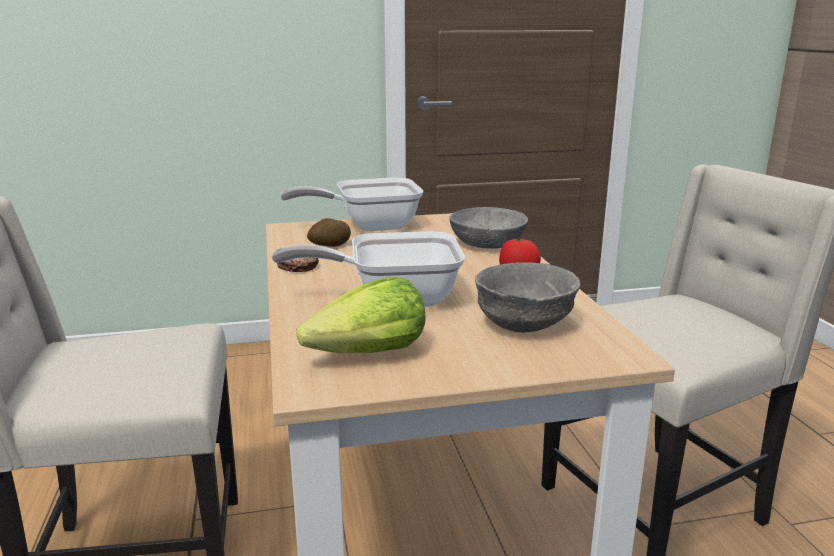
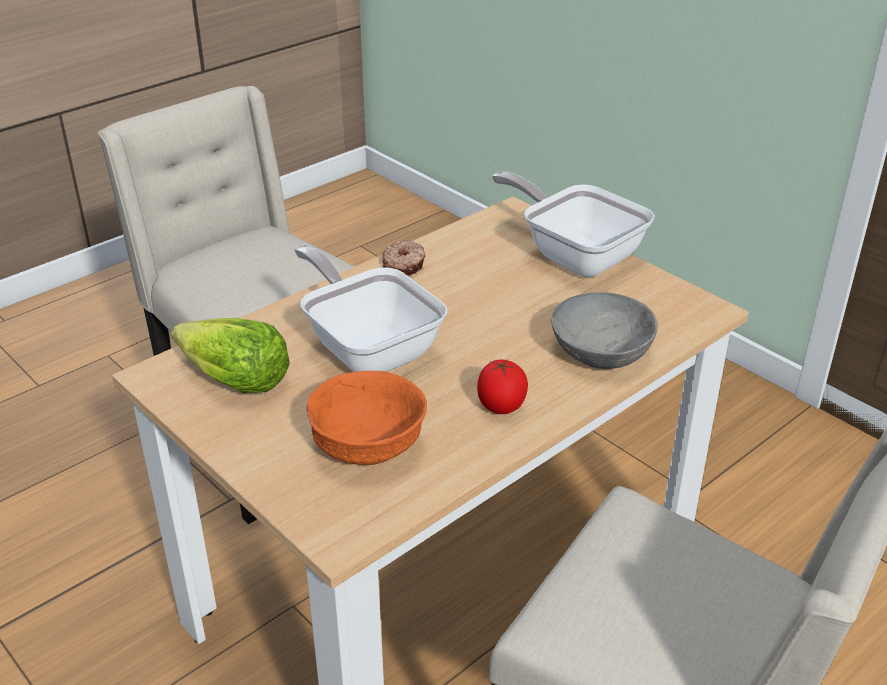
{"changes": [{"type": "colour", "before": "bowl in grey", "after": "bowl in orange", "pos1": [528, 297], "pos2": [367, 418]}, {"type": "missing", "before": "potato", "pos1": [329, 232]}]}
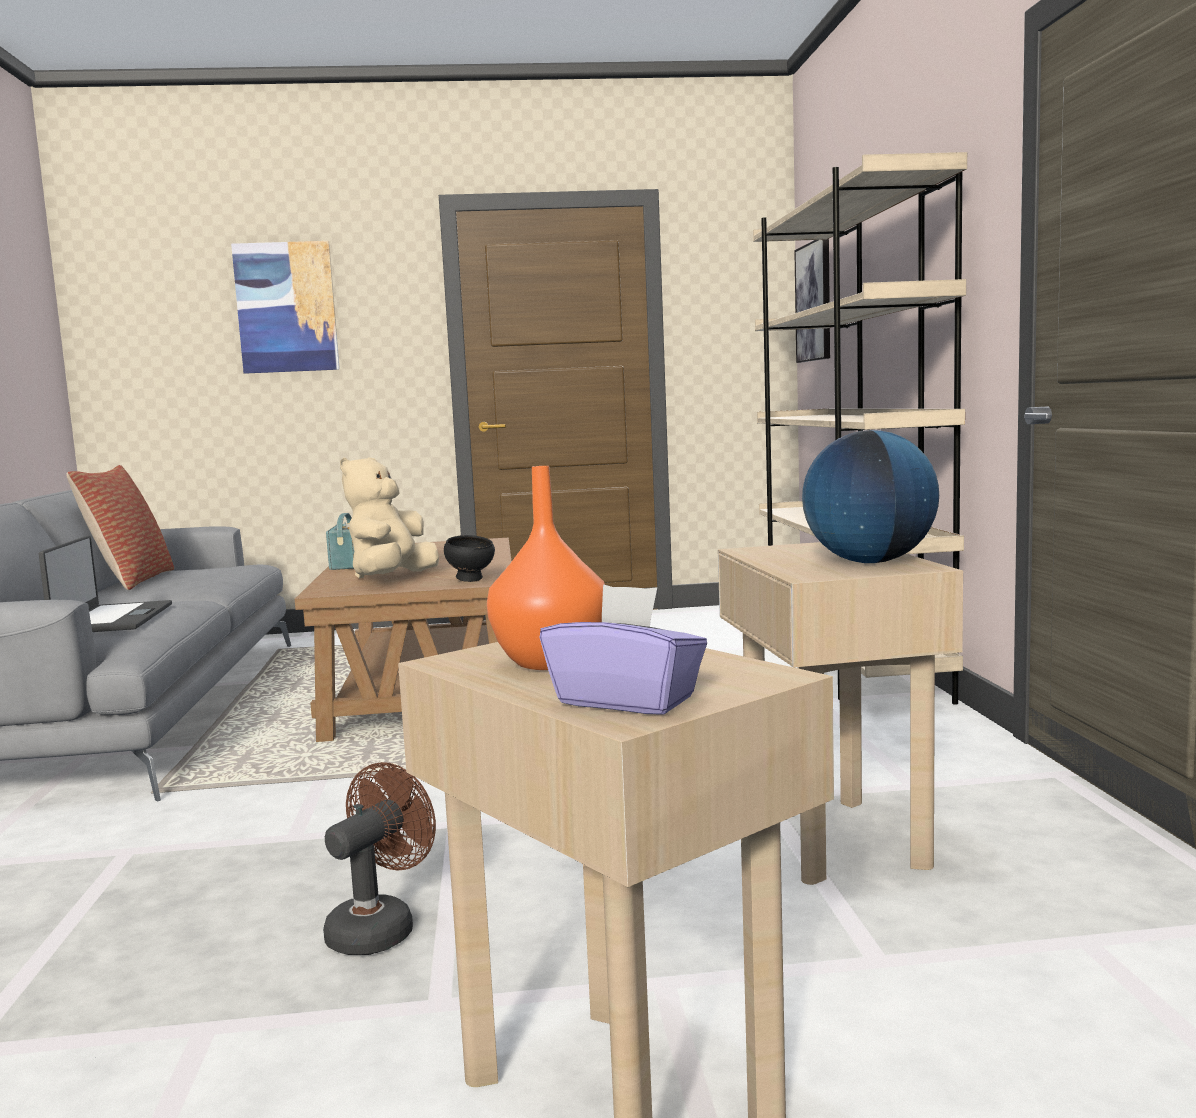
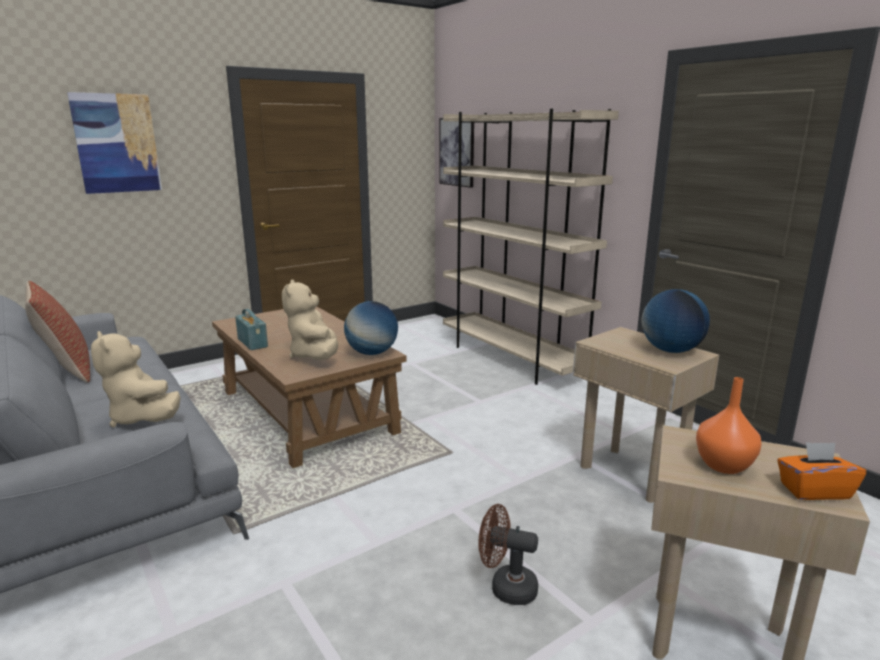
{"changes": [{"type": "exchanged", "before": "laptop", "after": "plush toy in beige", "pos1": [105, 583], "pos2": [136, 379]}, {"type": "exchanged", "before": "bowl in black", "after": "globe", "pos1": [469, 558], "pos2": [371, 328]}, {"type": "spun", "before": "fan in brown", "pos1": [379, 858], "pos2": [508, 554], "turn": -75}, {"type": "colour", "before": "tissue box in purple", "after": "tissue box in orange", "pos1": [623, 649], "pos2": [821, 471]}]}
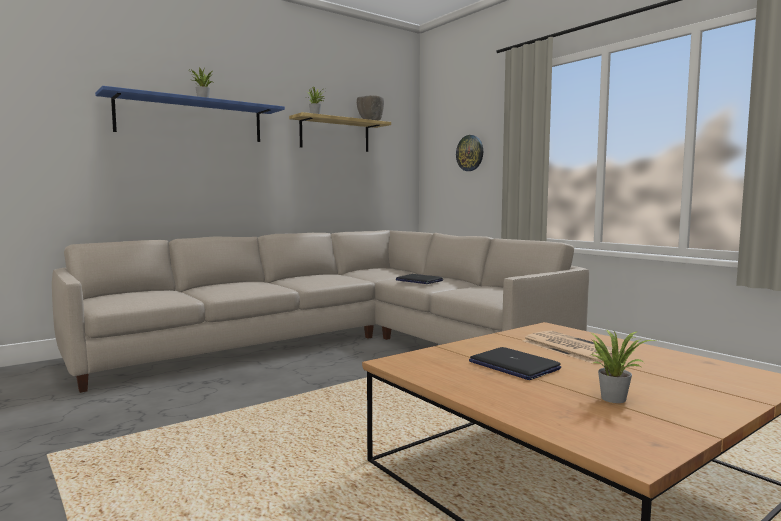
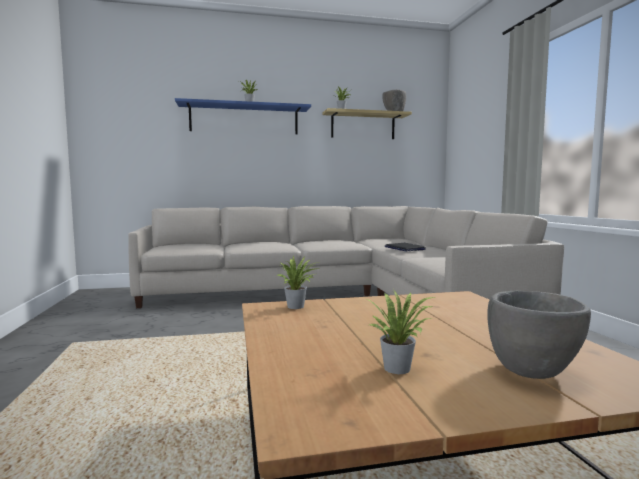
{"changes": [{"type": "appeared", "after": "potted plant", "pos2": [298, 282]}, {"type": "appeared", "after": "bowl in grey", "pos2": [539, 335]}, {"type": "missing", "before": "wall clock", "pos1": [469, 153]}, {"type": "missing", "before": "laptop", "pos1": [515, 363]}, {"type": "missing", "before": "newspaper", "pos1": [574, 347]}]}
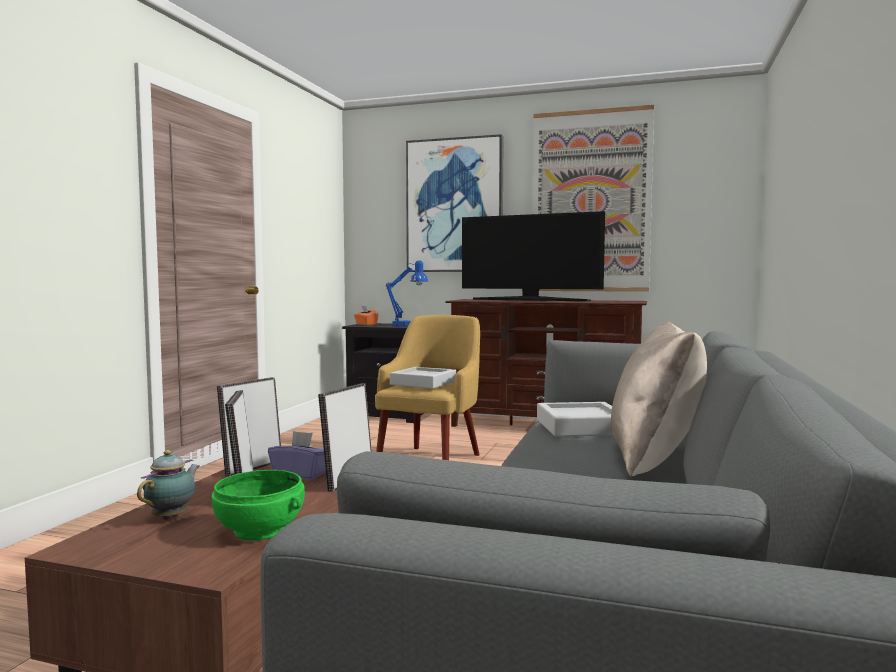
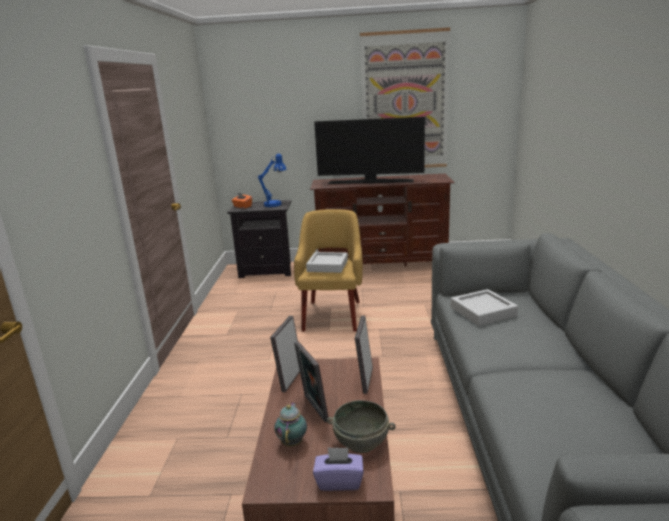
{"changes": [{"type": "relocated", "before": "tissue box in purple", "pos1": [297, 455], "pos2": [338, 469]}, {"type": "colour", "before": "bowl in green", "after": "bowl in grey", "pos1": [258, 505], "pos2": [361, 426]}, {"type": "missing", "before": "picture", "pos1": [455, 203]}, {"type": "missing", "before": "pillow in beige", "pos1": [659, 399]}]}
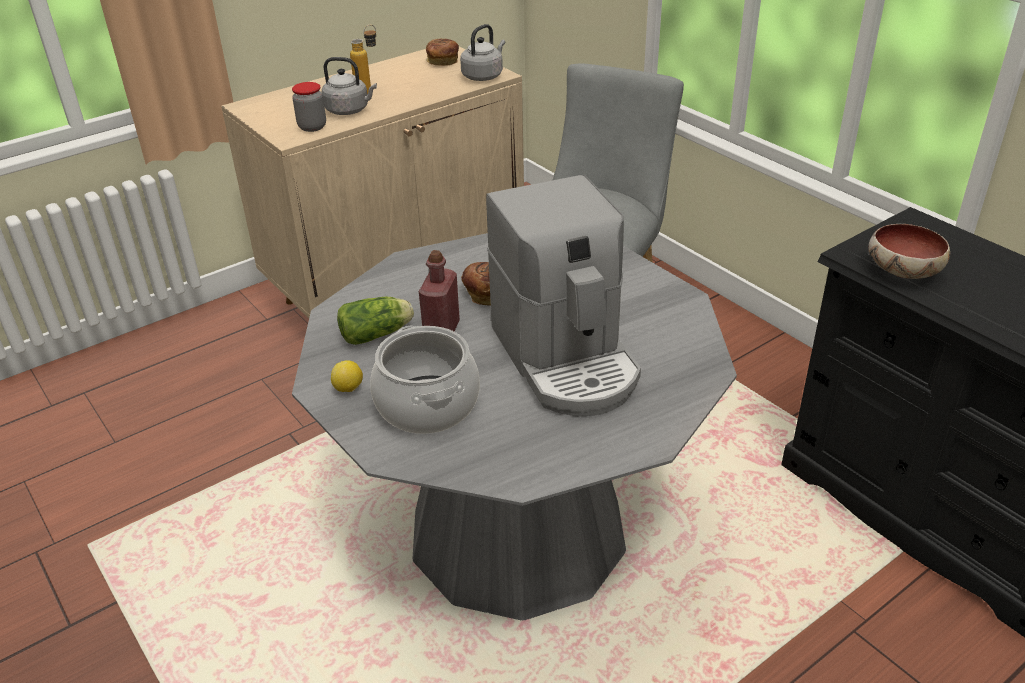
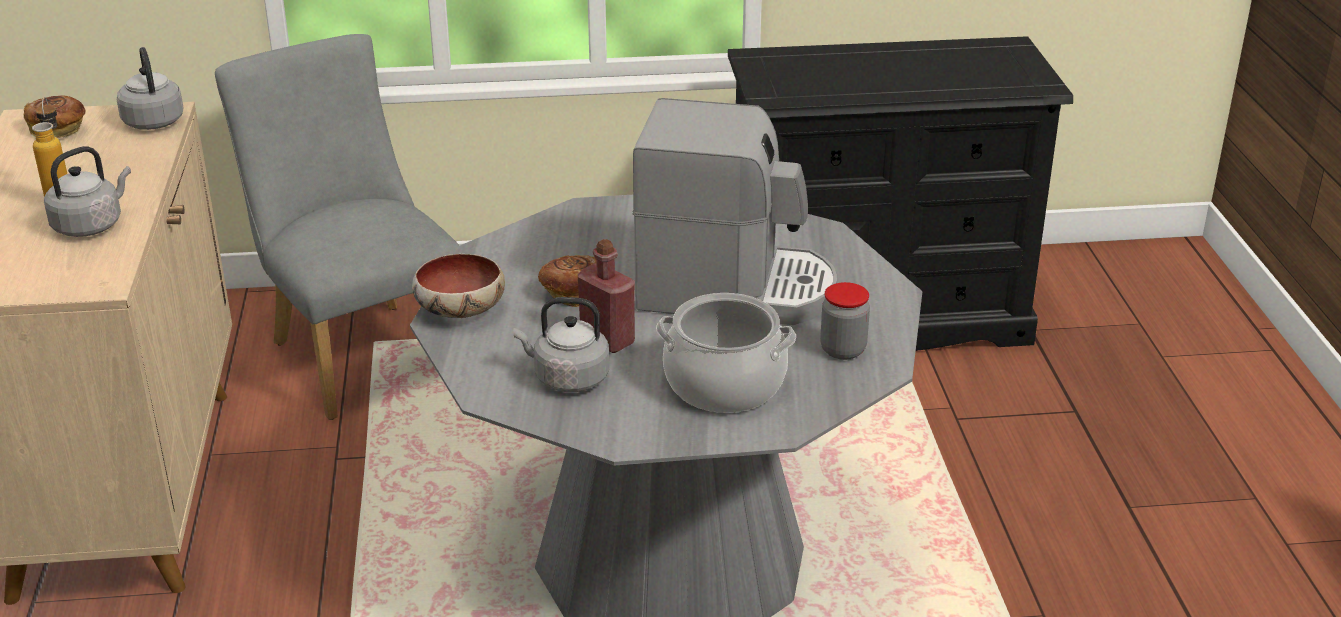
{"changes": [{"type": "relocated", "before": "bowl", "pos1": [909, 251], "pos2": [458, 286]}, {"type": "exchanged", "before": "lettuce", "after": "kettle in grey", "pos1": [375, 321], "pos2": [561, 344]}, {"type": "relocated", "before": "jar", "pos1": [309, 107], "pos2": [845, 321]}, {"type": "missing", "before": "lemon", "pos1": [347, 376]}]}
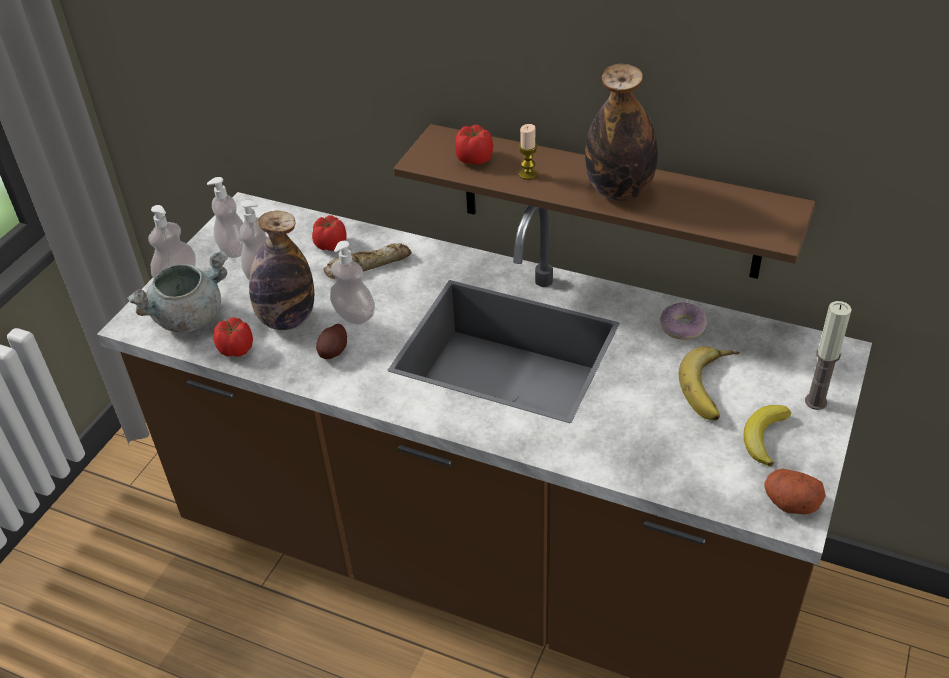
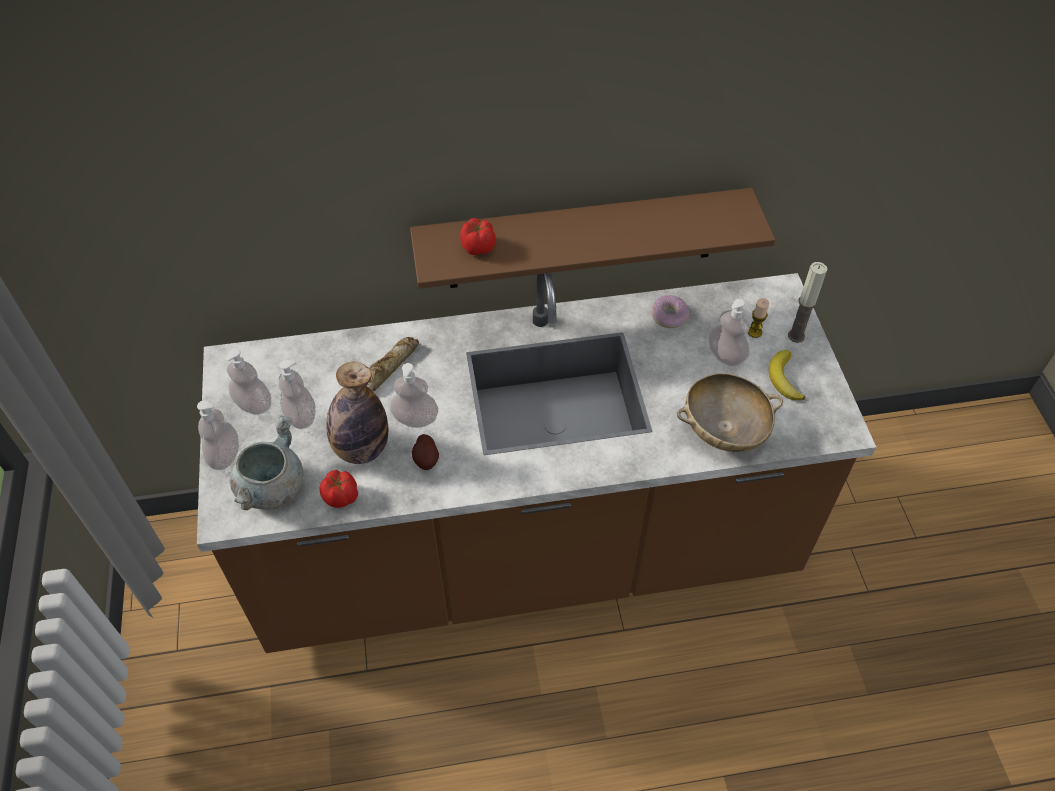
{"changes": [{"type": "appeared", "after": "bowl in beige", "pos2": [730, 412]}, {"type": "exchanged", "before": "banana", "after": "soap dispenser", "pos1": [709, 383], "pos2": [729, 332]}, {"type": "relocated", "before": "candle", "pos1": [528, 152], "pos2": [758, 318]}, {"type": "missing", "before": "tomato", "pos1": [329, 233]}, {"type": "missing", "before": "bottle", "pos1": [621, 132]}, {"type": "missing", "before": "potato", "pos1": [795, 491]}]}
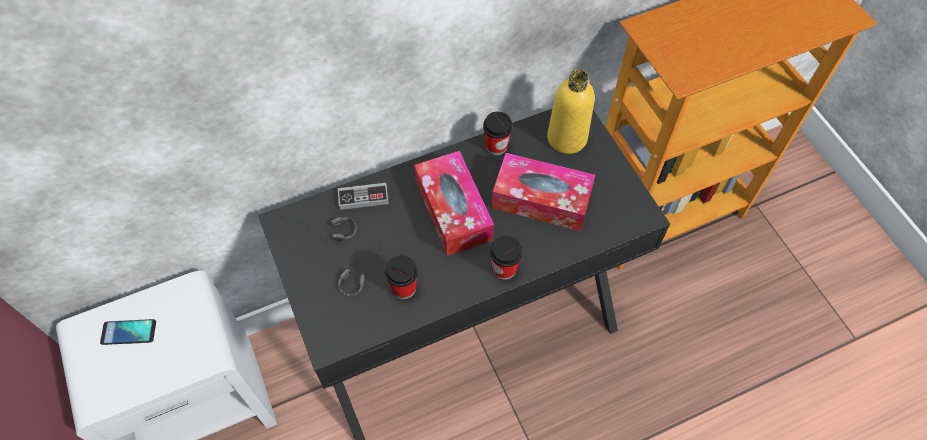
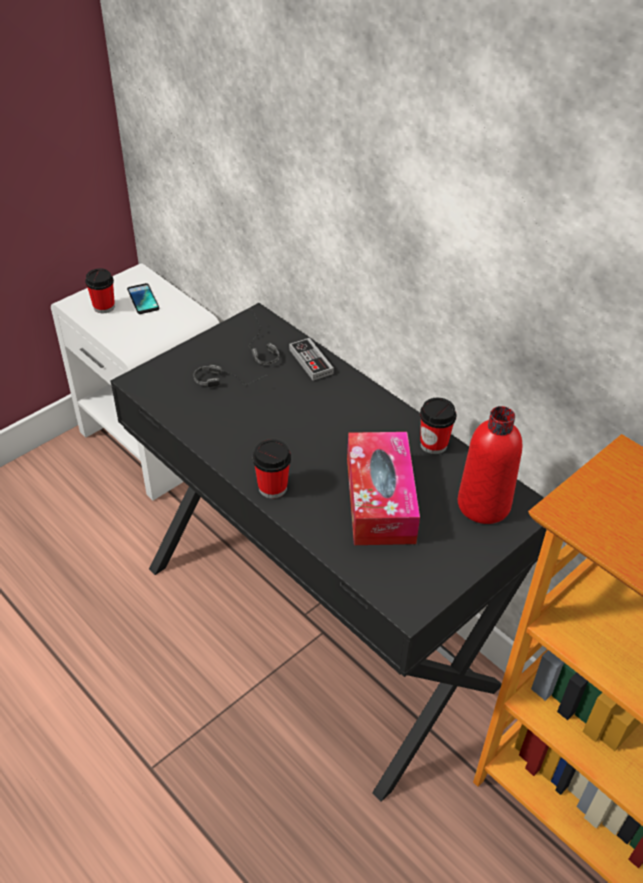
{"changes": [{"type": "relocated", "before": "cup", "pos1": [401, 277], "pos2": [100, 290]}, {"type": "colour", "before": "bottle in yellow", "after": "bottle in red", "pos1": [571, 111], "pos2": [490, 465]}, {"type": "missing", "before": "tissue box", "pos1": [454, 203]}]}
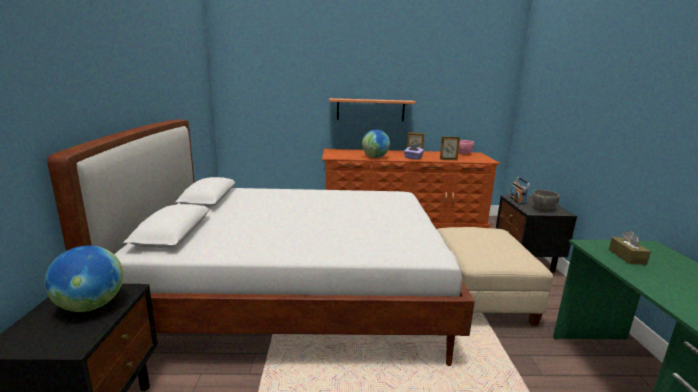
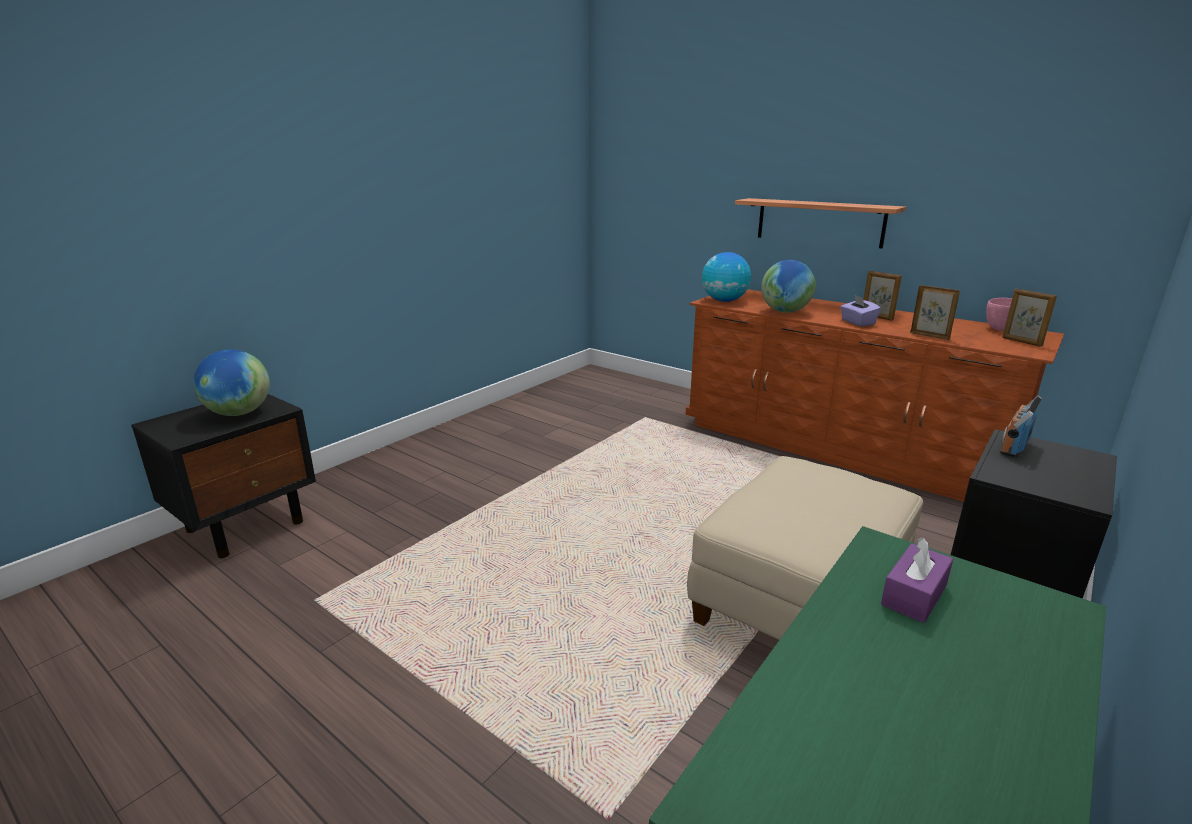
{"changes": [{"type": "appeared", "after": "globe", "pos2": [726, 277]}, {"type": "colour", "before": "tissue box in brown", "after": "tissue box in purple", "pos1": [630, 248], "pos2": [917, 580]}, {"type": "appeared", "after": "picture frame", "pos2": [1029, 318]}, {"type": "missing", "before": "bed in white", "pos1": [261, 243]}, {"type": "missing", "before": "bowl in grey", "pos1": [546, 200]}]}
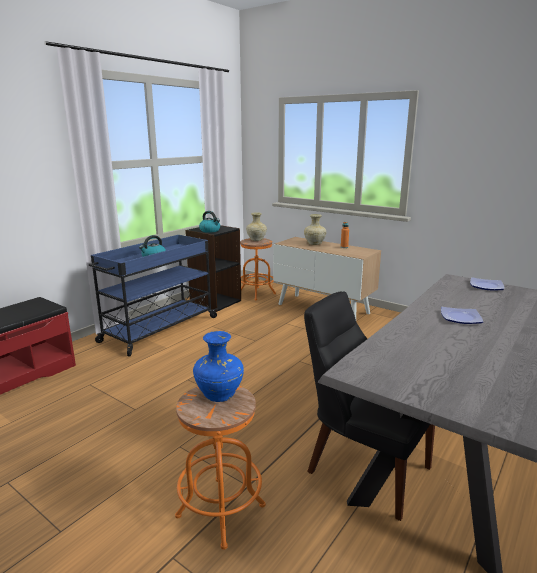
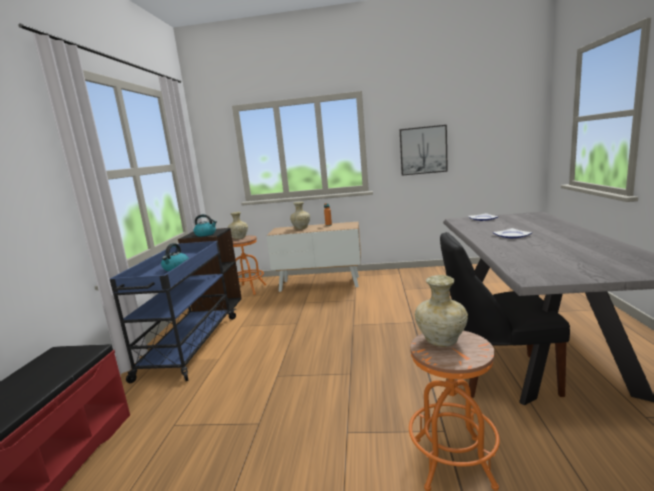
{"changes": [{"type": "appeared", "after": "picture", "pos2": [424, 150]}, {"type": "colour", "before": "vase in blue", "after": "vase in beige", "pos1": [218, 366], "pos2": [441, 311]}]}
